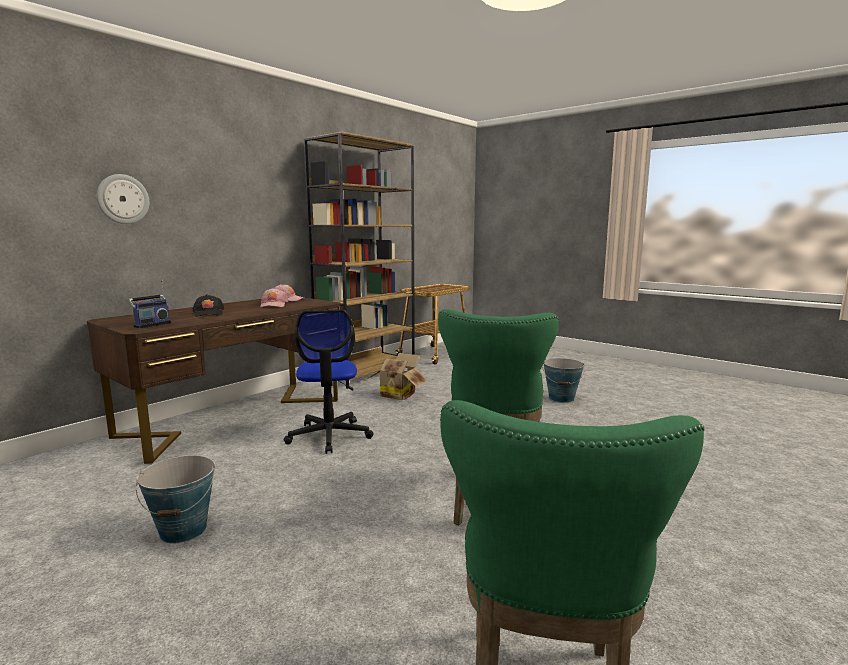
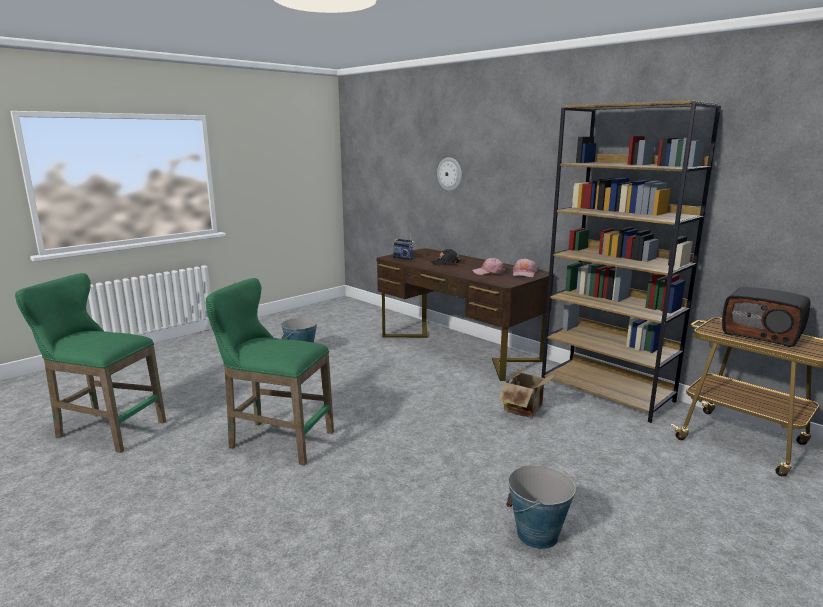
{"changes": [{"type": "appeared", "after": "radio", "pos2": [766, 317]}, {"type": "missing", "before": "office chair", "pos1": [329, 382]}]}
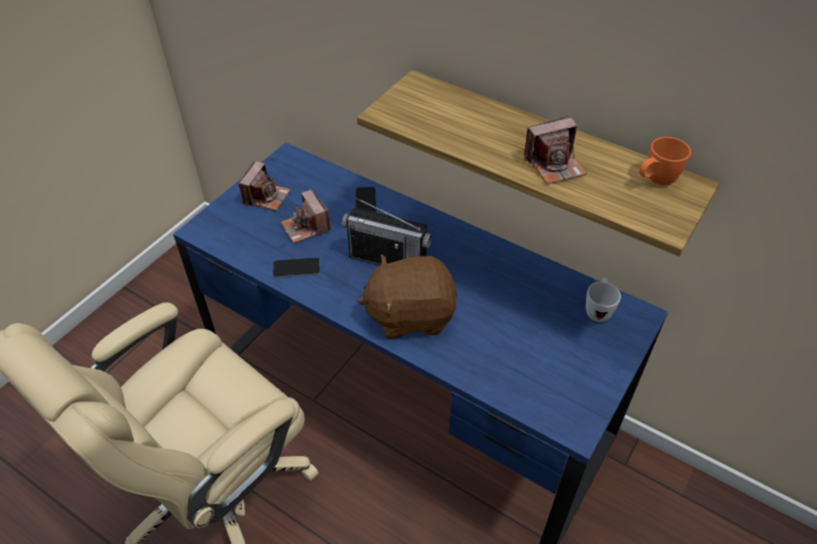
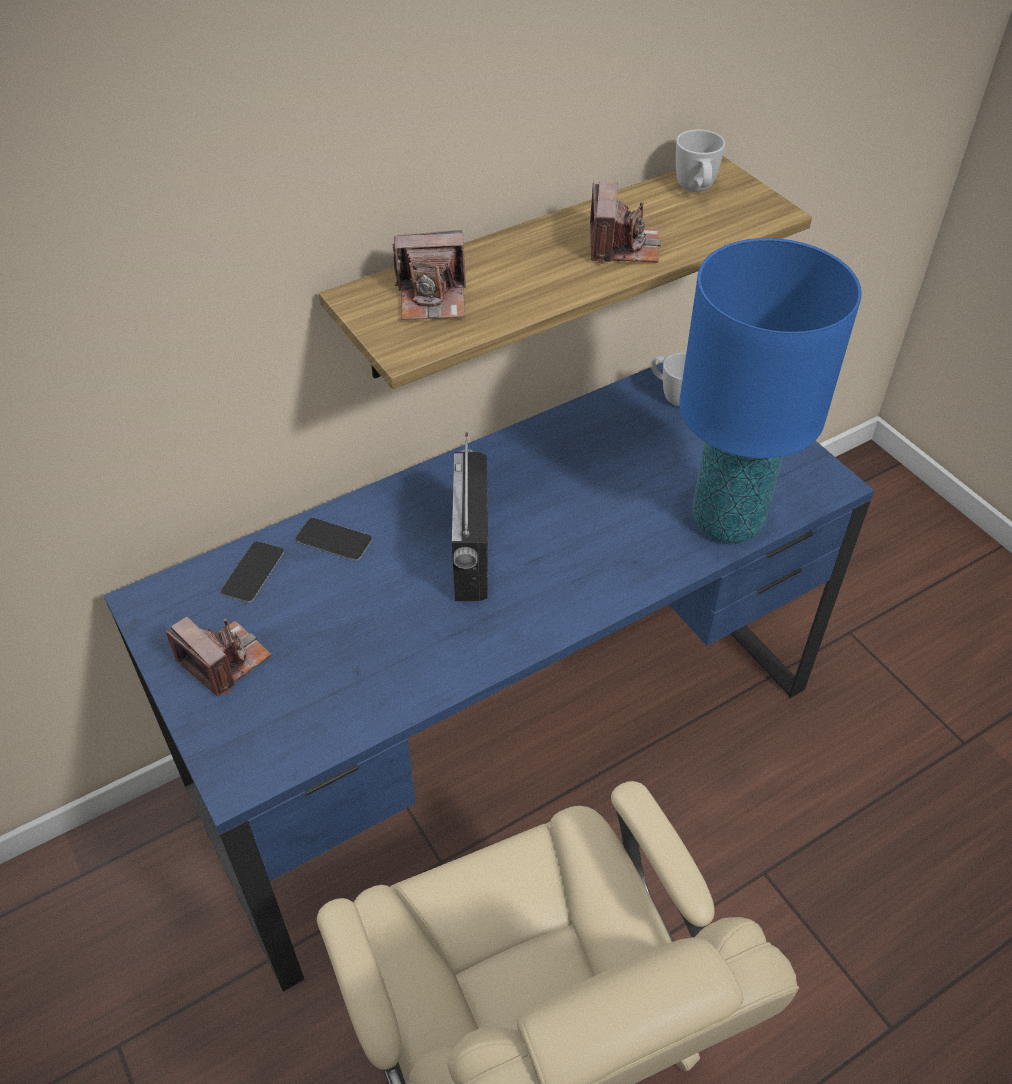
{"changes": [{"type": "relocated", "before": "phone", "pos1": [296, 267], "pos2": [252, 572]}, {"type": "relocated", "before": "photo camera", "pos1": [306, 216], "pos2": [429, 275]}, {"type": "spun", "before": "radio", "pos1": [387, 231], "pos2": [470, 516], "turn": 135}, {"type": "colour", "before": "mug in orange", "after": "mug in white", "pos1": [665, 161], "pos2": [700, 160]}, {"type": "appeared", "after": "table lamp in blue", "pos2": [770, 390]}, {"type": "missing", "before": "plush toy in brown", "pos1": [408, 296]}]}
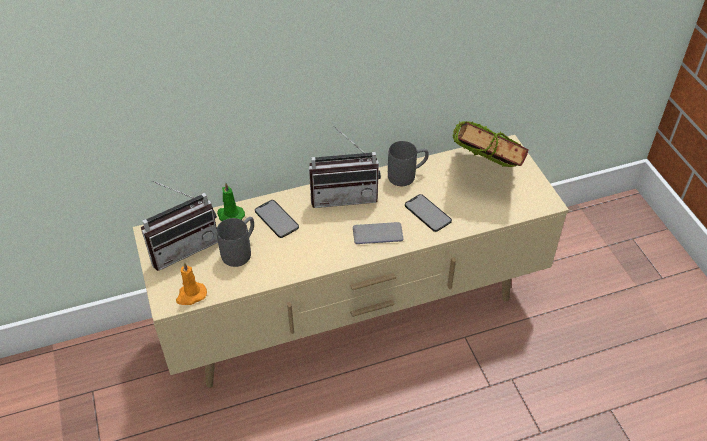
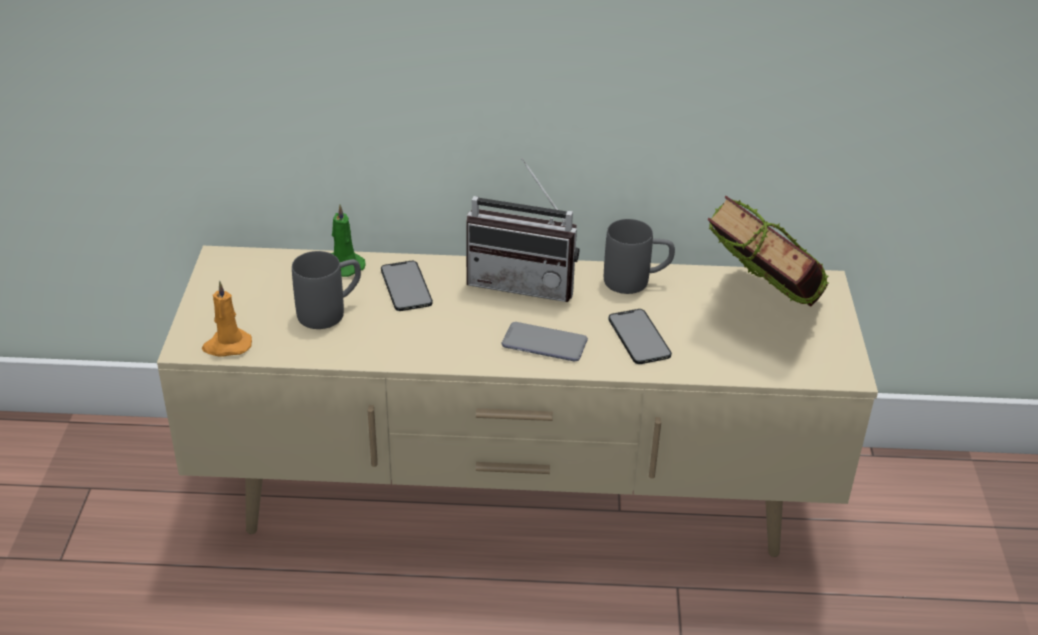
{"changes": [{"type": "missing", "before": "radio", "pos1": [179, 226]}]}
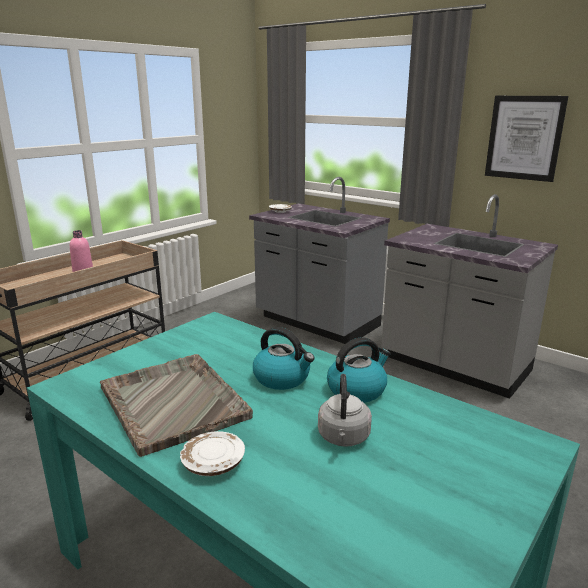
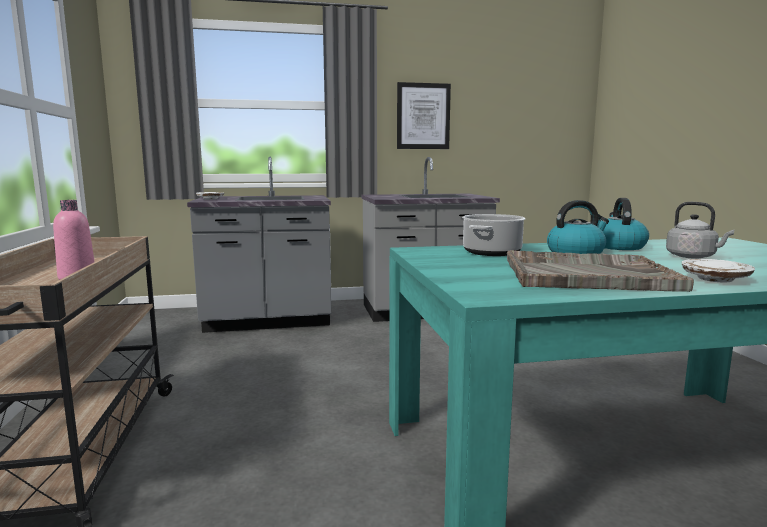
{"changes": [{"type": "appeared", "after": "cooking pot", "pos2": [494, 235]}]}
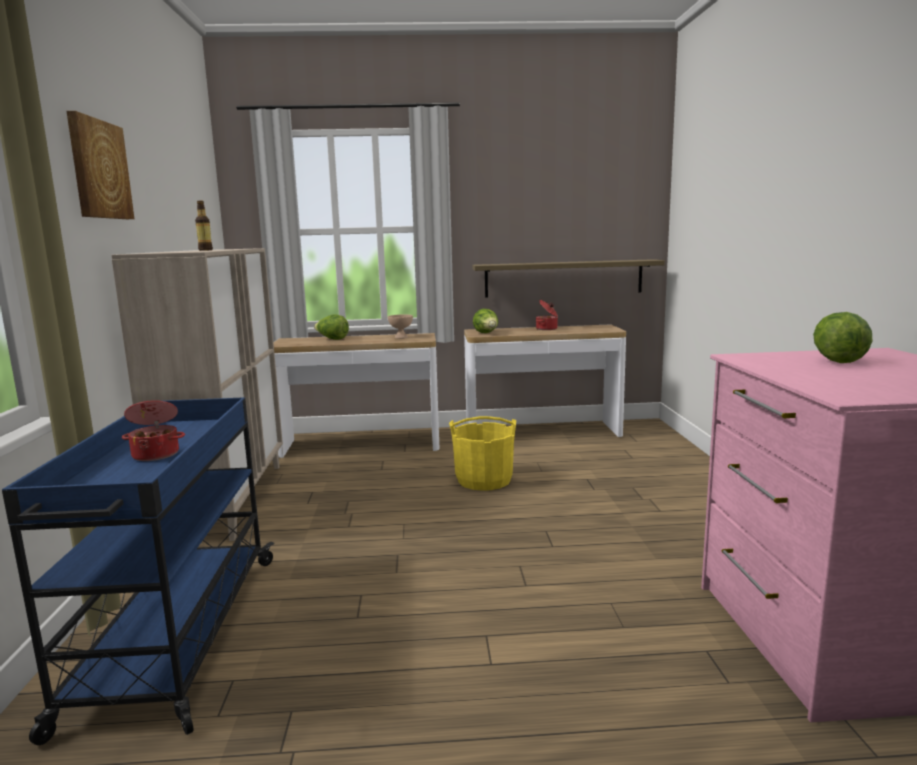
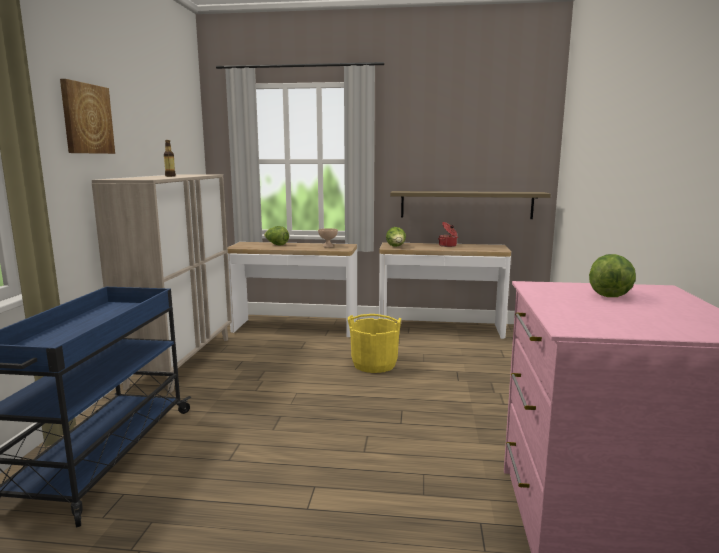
{"changes": [{"type": "missing", "before": "cooking pot", "pos1": [153, 430]}]}
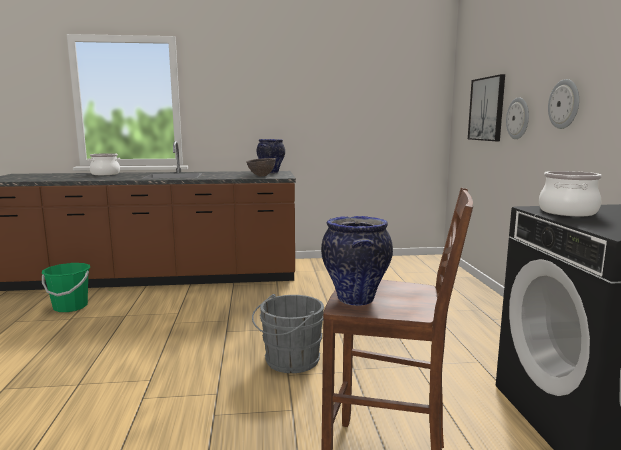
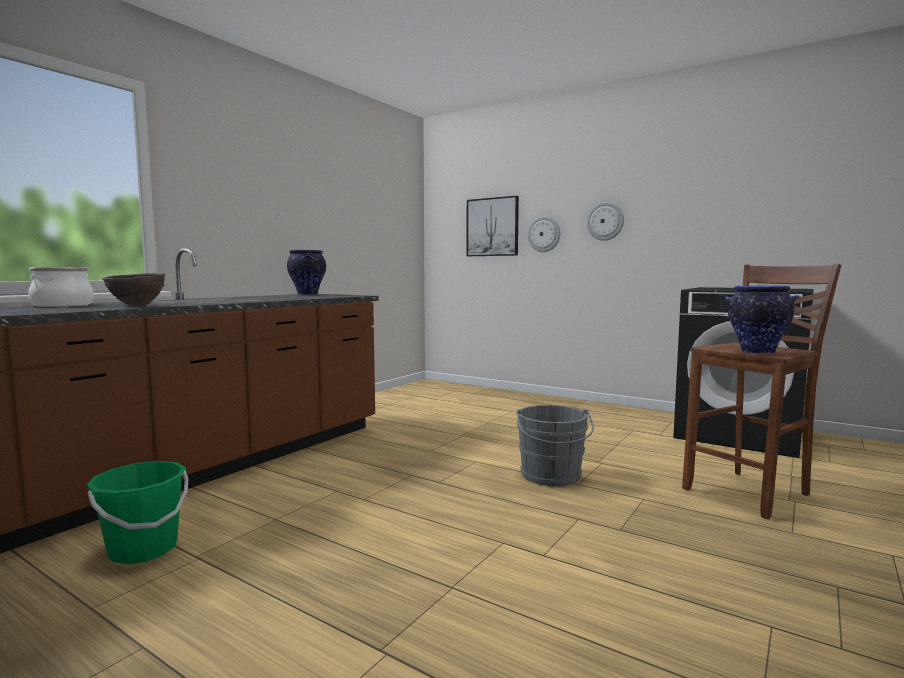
{"changes": [{"type": "relocated", "before": "bowl in brown", "pos1": [261, 167], "pos2": [134, 289]}, {"type": "missing", "before": "cooking pot", "pos1": [570, 193]}]}
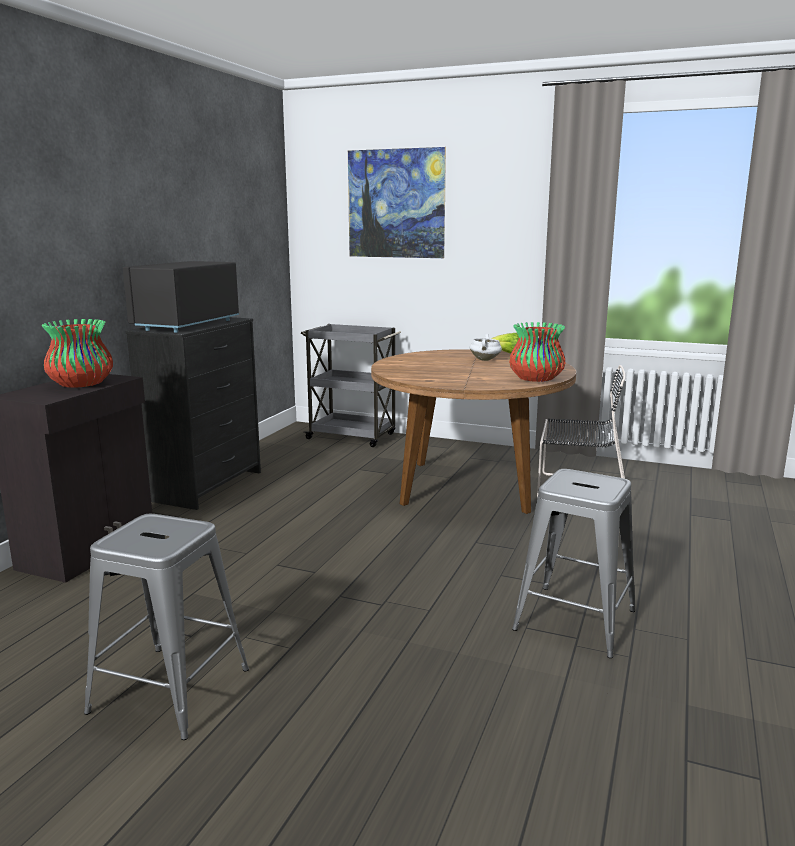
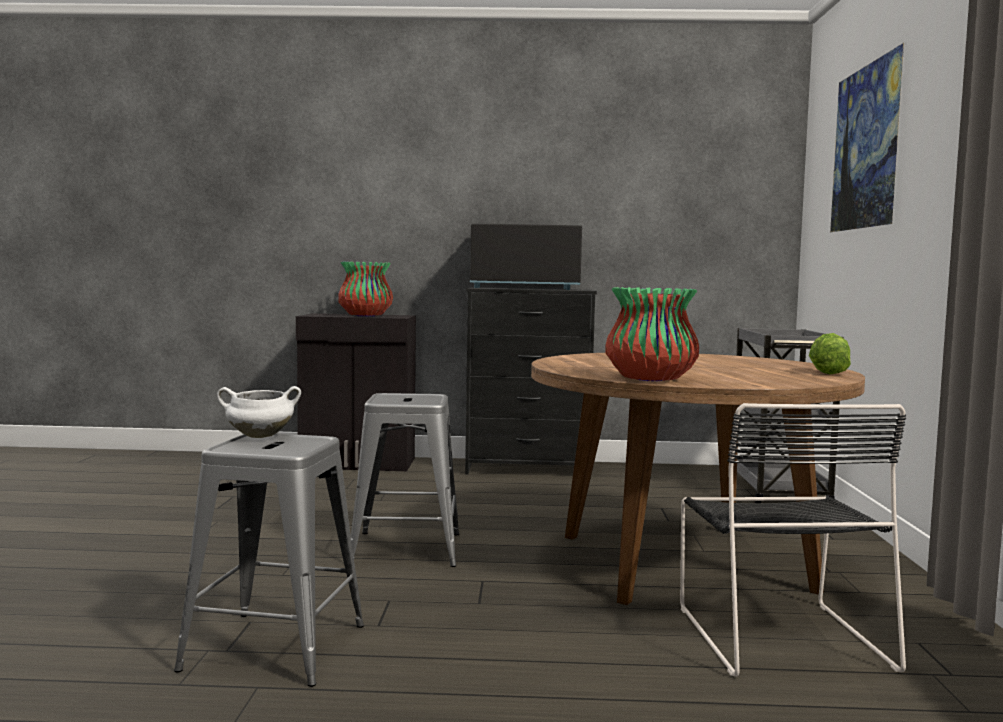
{"changes": [{"type": "relocated", "before": "cooking pot in white", "pos1": [486, 347], "pos2": [259, 412]}, {"type": "relocated", "before": "stool in grey", "pos1": [166, 627], "pos2": [405, 480]}]}
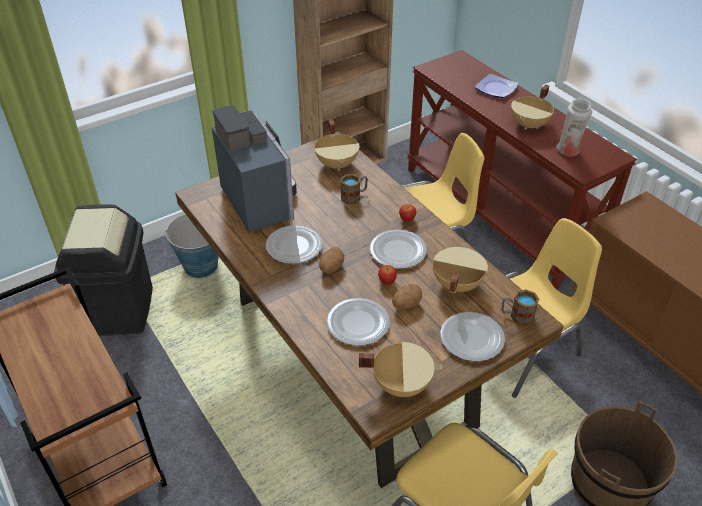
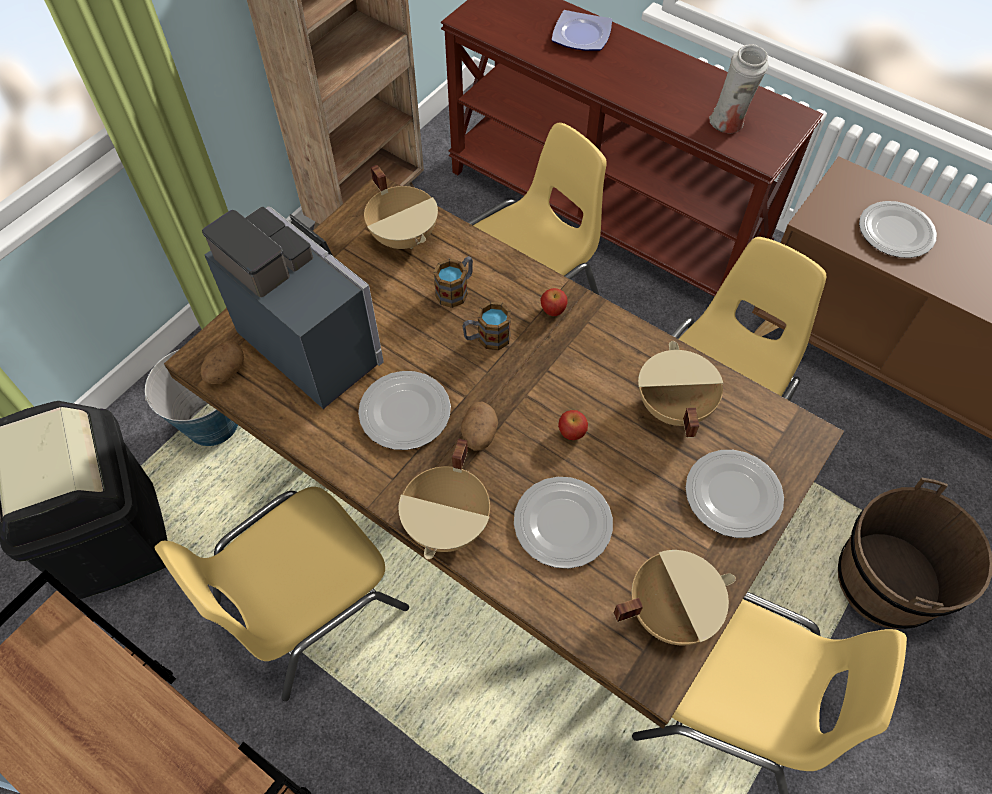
{"changes": [{"type": "appeared", "after": "chair in yellow", "pos2": [282, 594]}, {"type": "relocated", "before": "potato", "pos1": [407, 297], "pos2": [222, 362]}, {"type": "relocated", "before": "cooking pot in beige", "pos1": [532, 107], "pos2": [444, 499]}, {"type": "relocated", "before": "mug", "pos1": [520, 307], "pos2": [486, 325]}, {"type": "relocated", "before": "plate", "pos1": [398, 249], "pos2": [898, 229]}]}
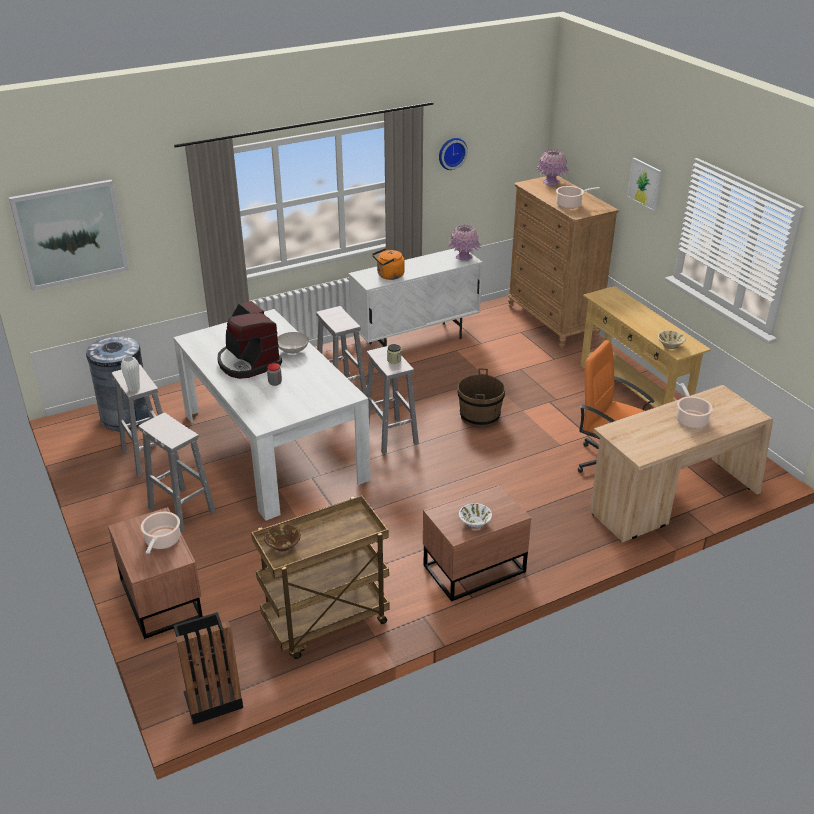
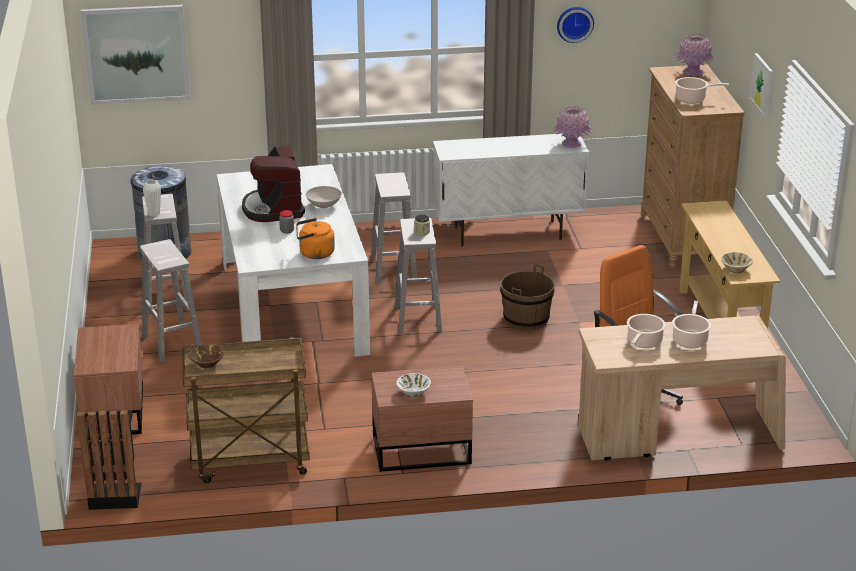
{"changes": [{"type": "relocated", "before": "kettle in orange", "pos1": [388, 264], "pos2": [315, 238]}, {"type": "relocated", "before": "cooking pot", "pos1": [160, 533], "pos2": [646, 331]}]}
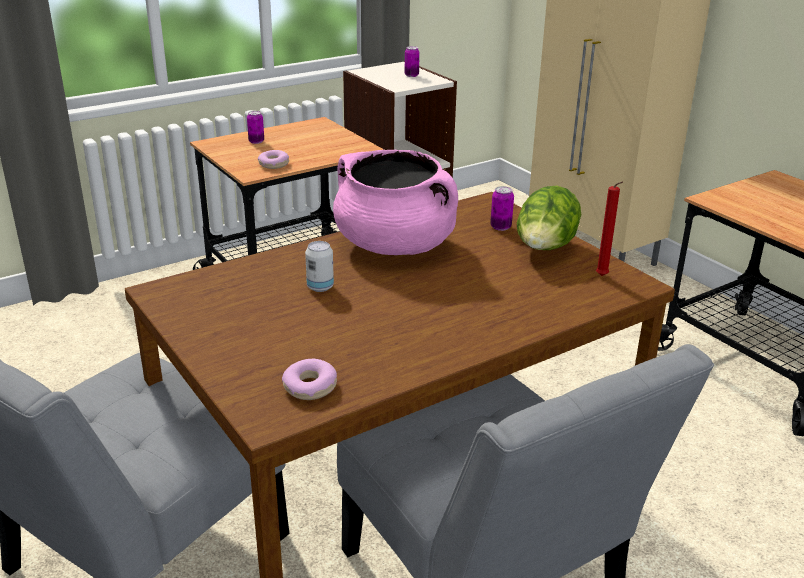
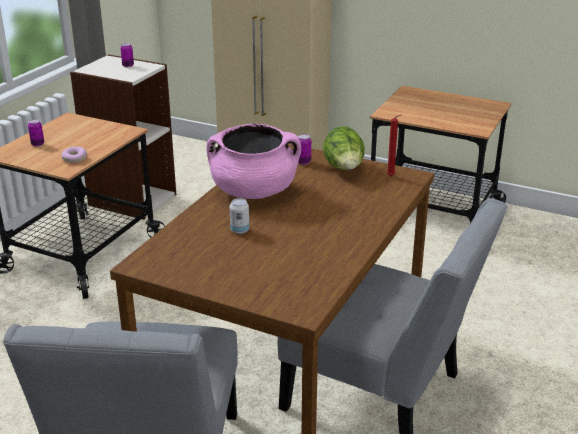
{"changes": [{"type": "missing", "before": "donut", "pos1": [309, 379]}]}
